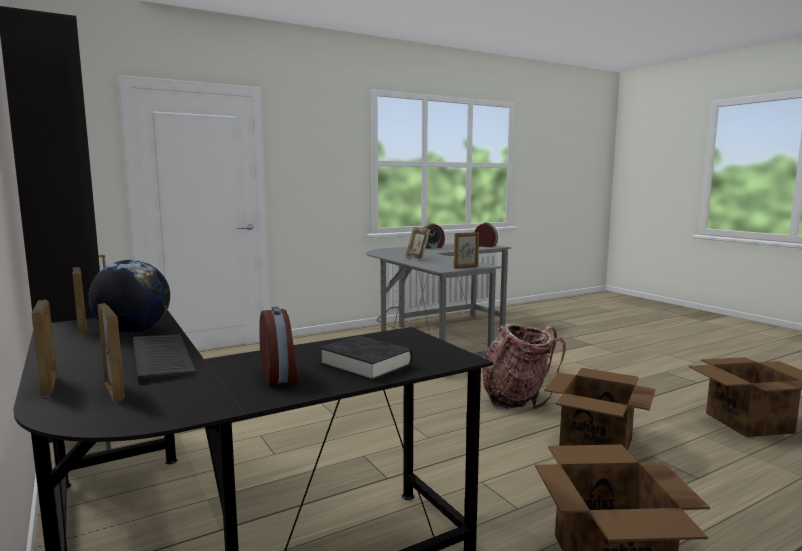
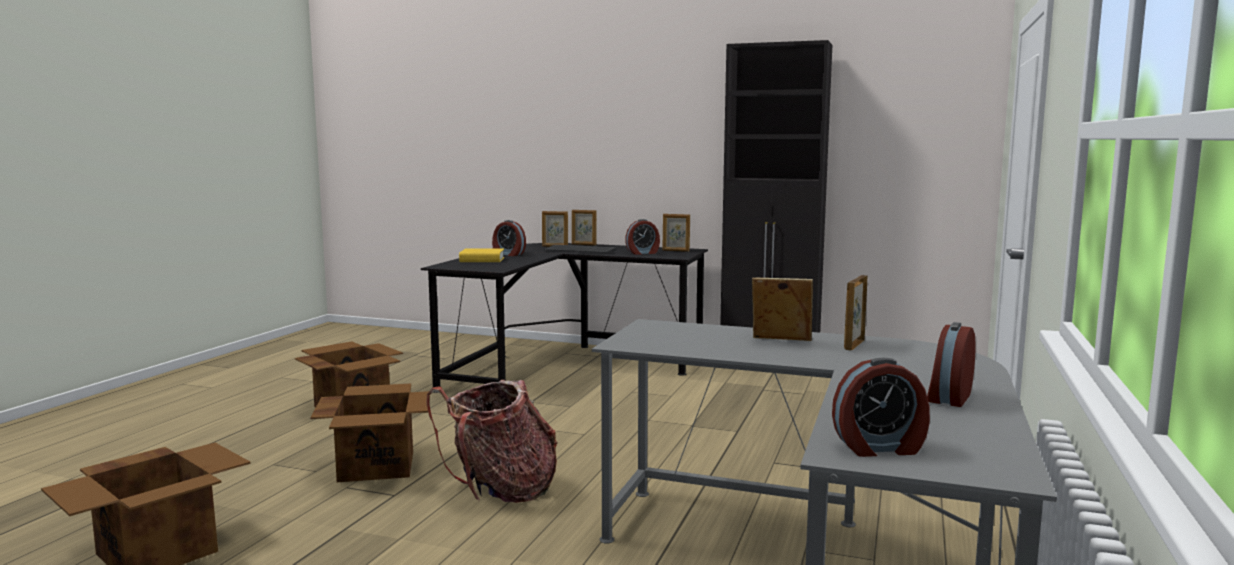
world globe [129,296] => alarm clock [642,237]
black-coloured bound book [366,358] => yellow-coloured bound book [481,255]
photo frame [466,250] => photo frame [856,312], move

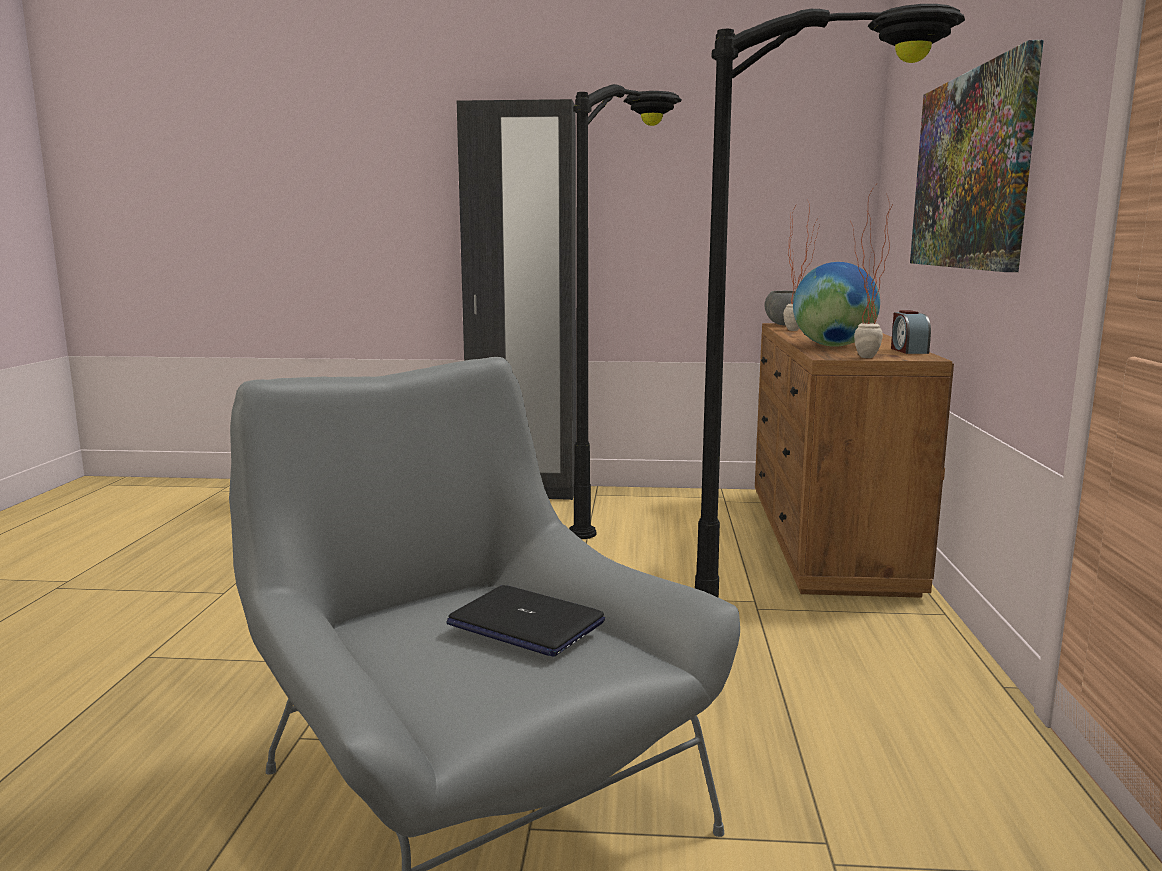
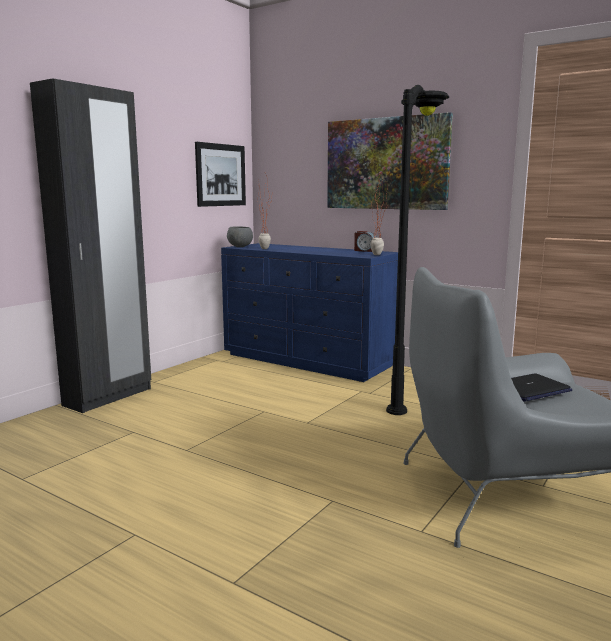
black-coloured standing lamp [625,311] => nothing
brown-coloured chest of drawers [854,460] => blue-coloured chest of drawers [309,312]
world globe [836,304] => nothing
nothing => wall art [220,174]

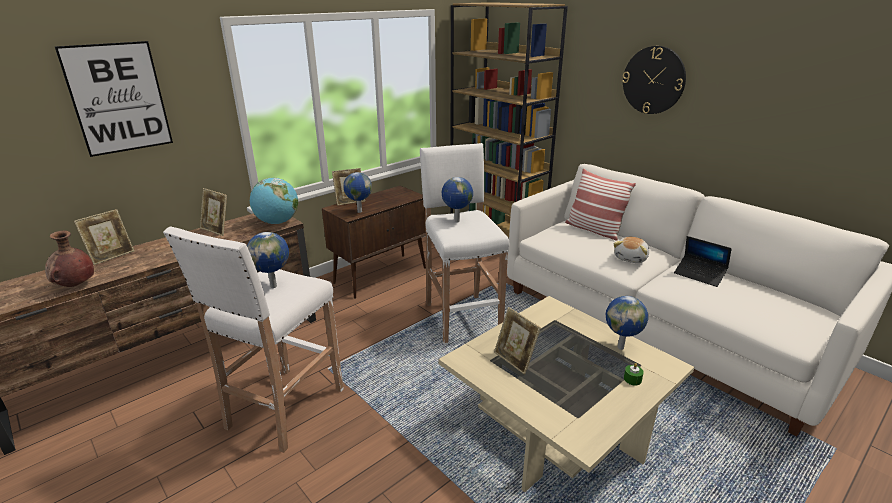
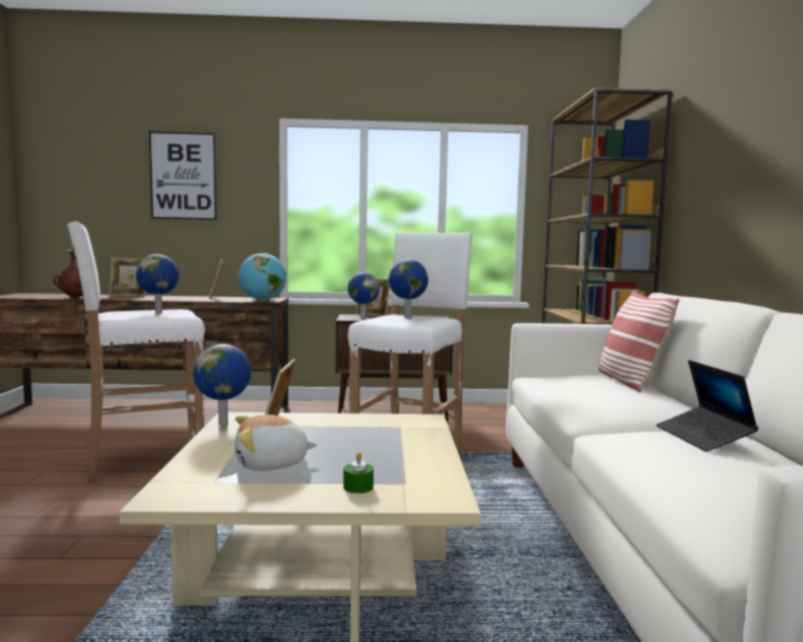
world globe [627,323] => world globe [222,385], move
soft toy [631,250] => soft toy [276,443], move
wall clock [654,80] => nothing

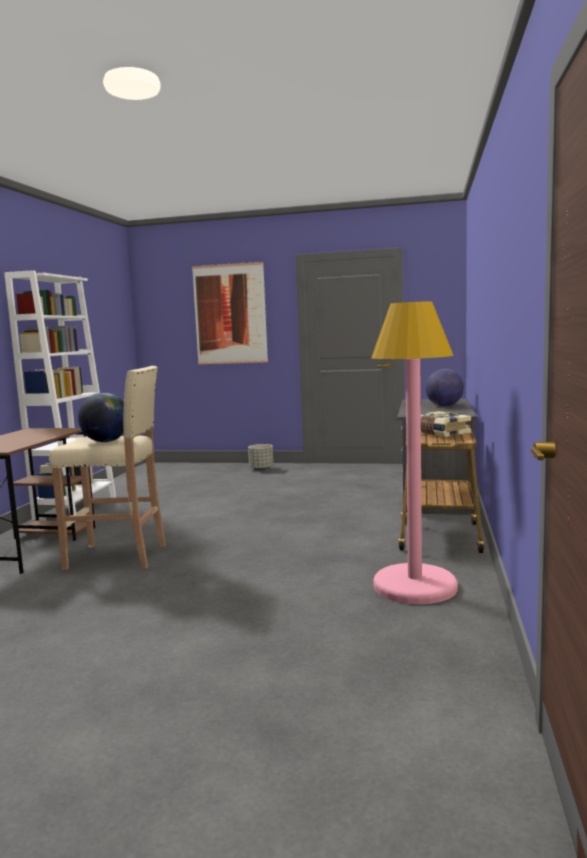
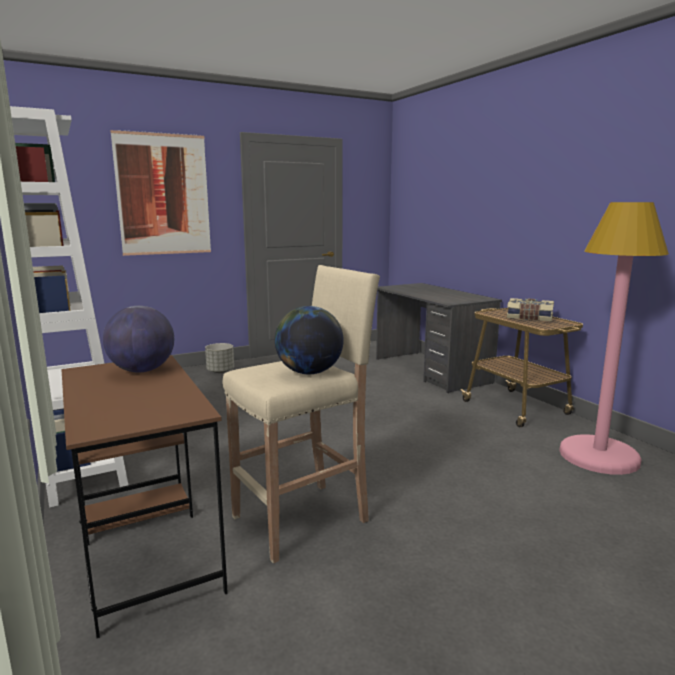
world globe [444,387] => world globe [138,339], move

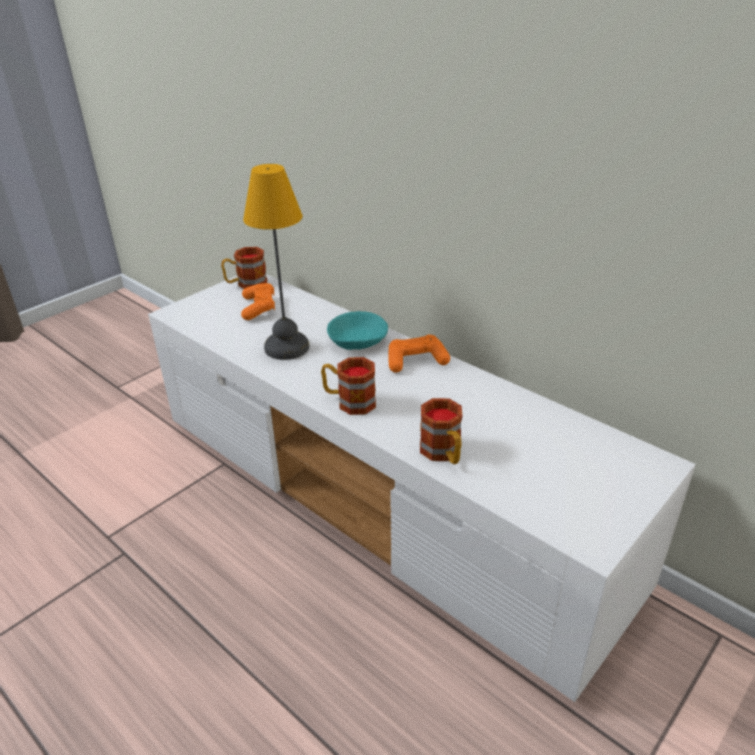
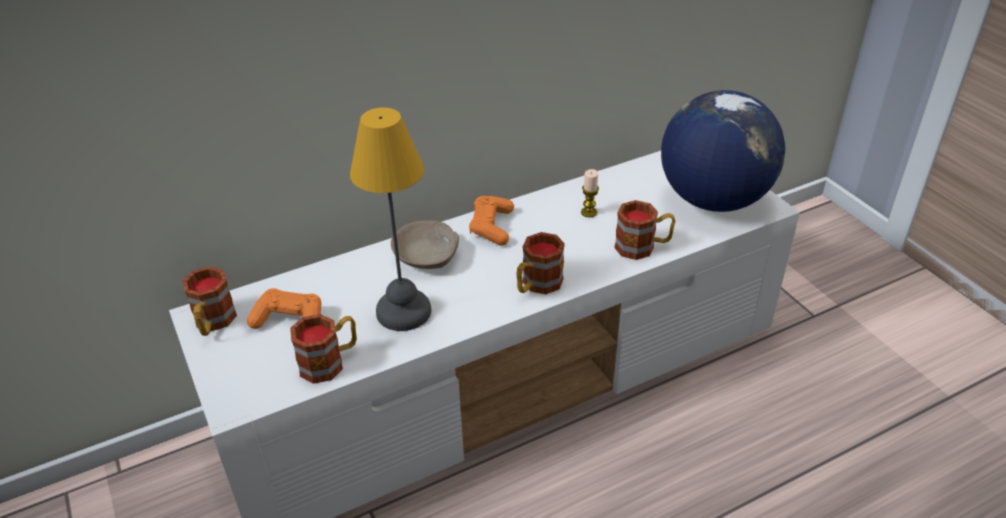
blue-green serving bowl [357,330] => sand-coloured serving bowl [425,244]
nothing => mug [323,349]
nothing => candle [590,193]
nothing => world globe [723,151]

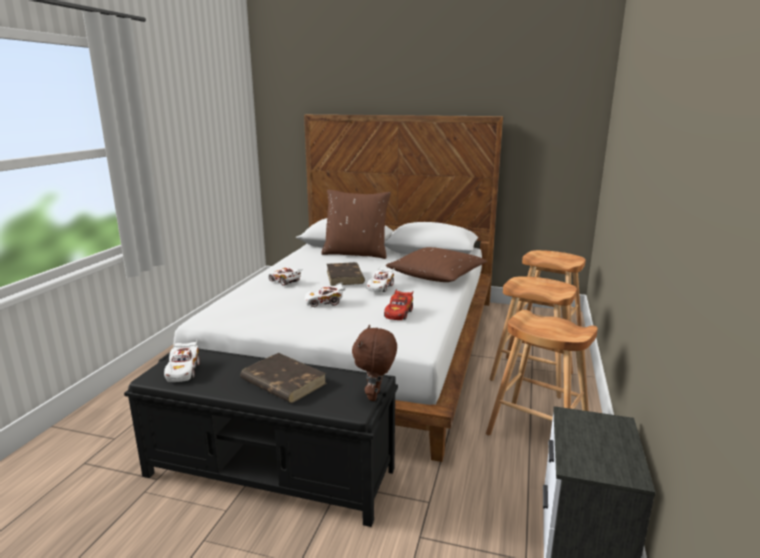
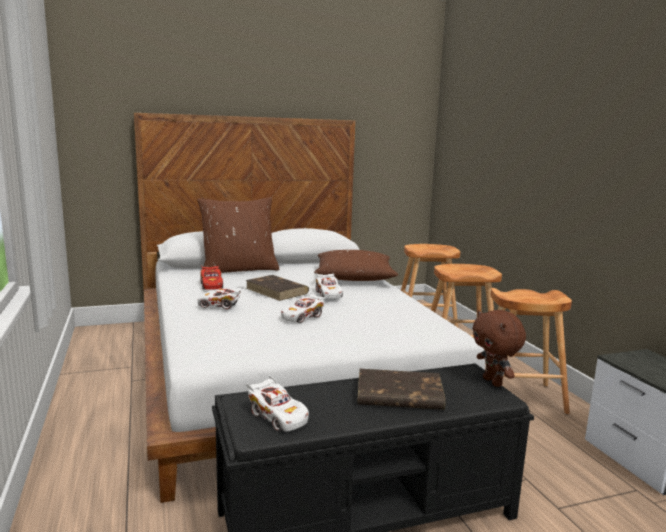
reddish model car [398,304] => reddish model car [211,278], move

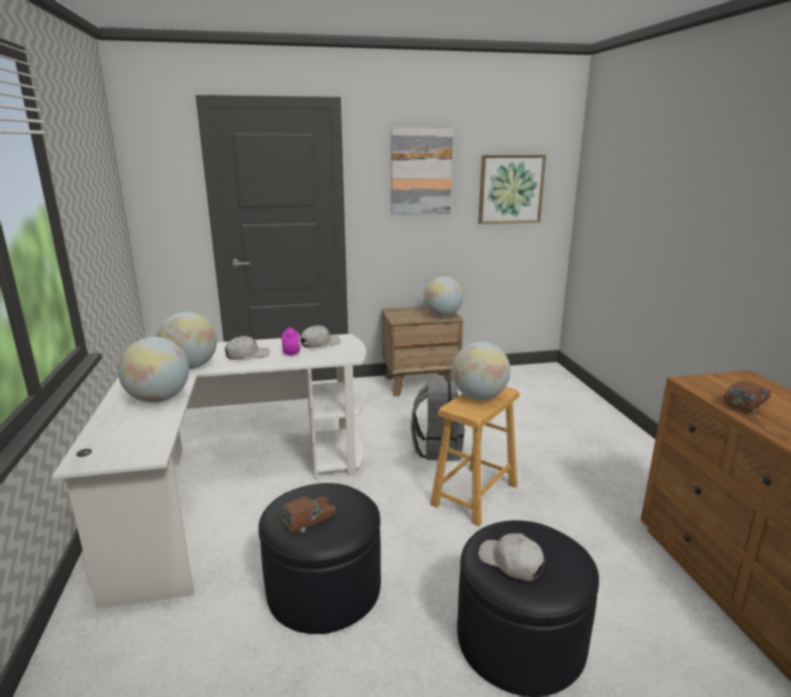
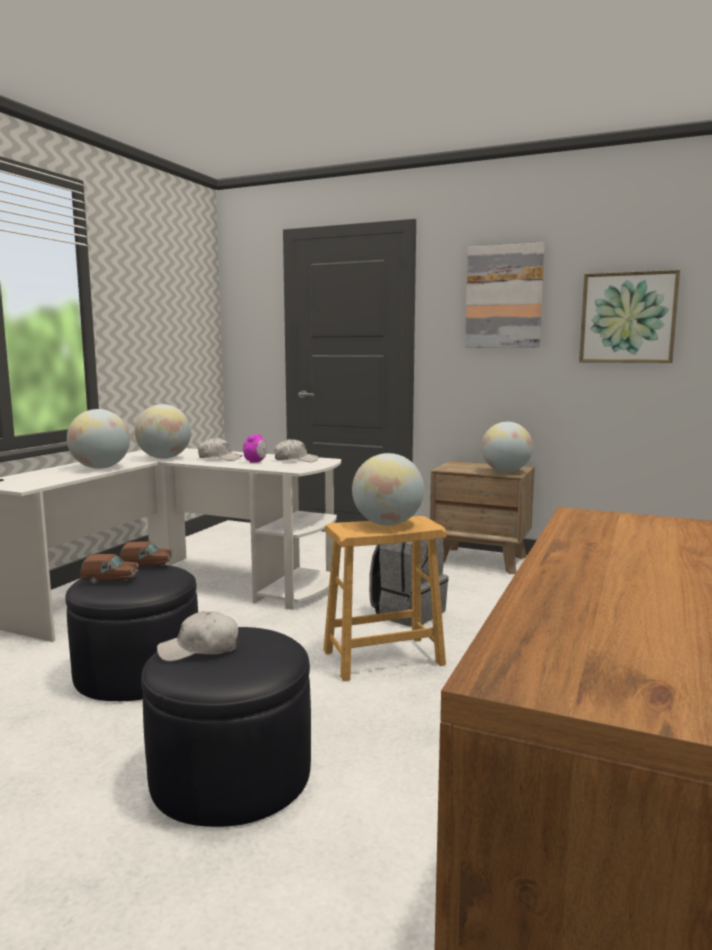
white-coloured baseball cap [511,557] => white-coloured baseball cap [197,636], 90 degrees counterclockwise
brown-coloured model car [747,397] => brown-coloured model car [146,553], move

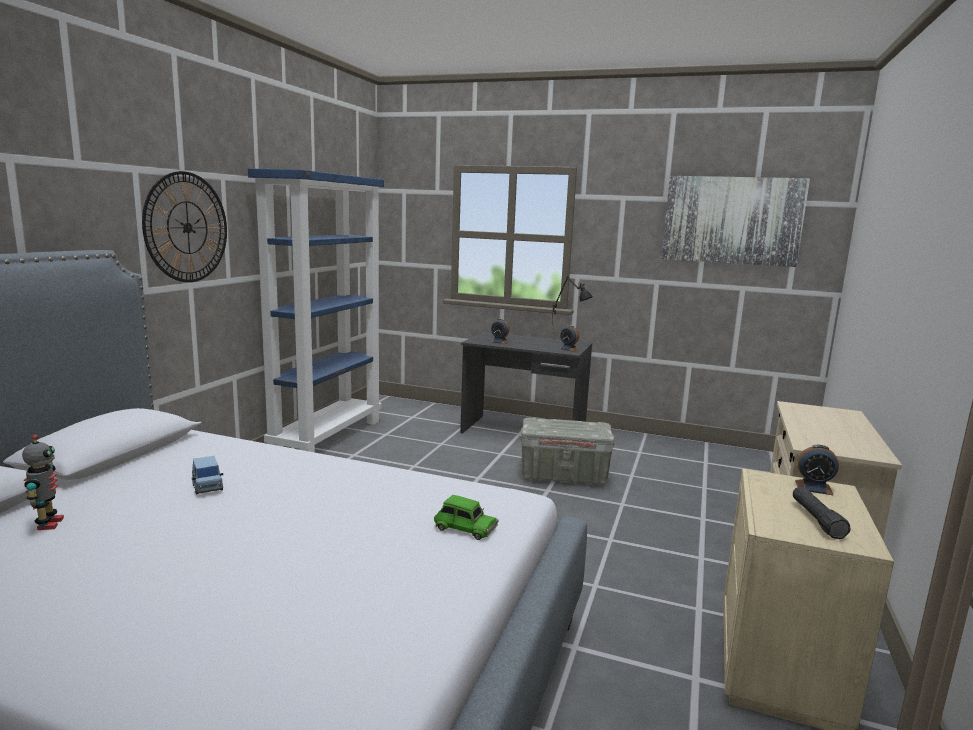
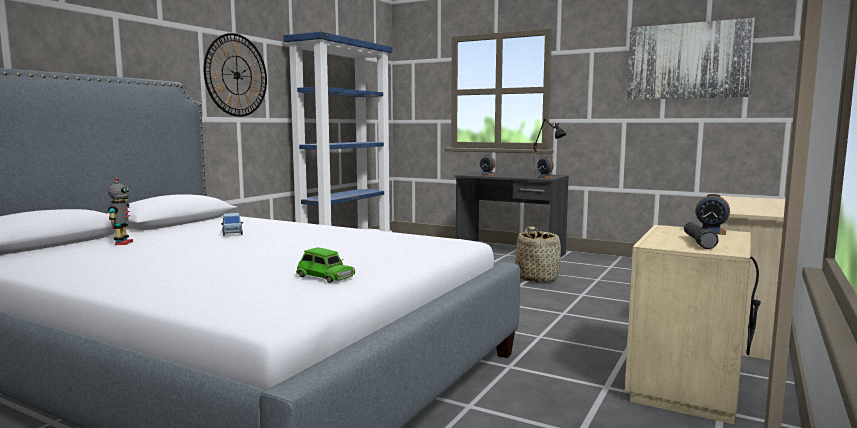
green-coloured model car [466,517] => green-coloured model car [325,265], move
greyish storage box [567,452] => household basket [538,255]

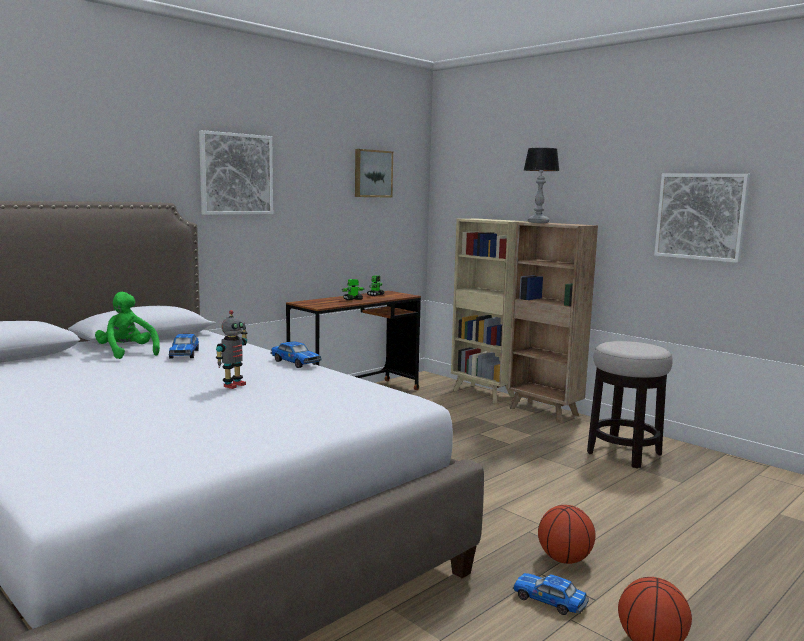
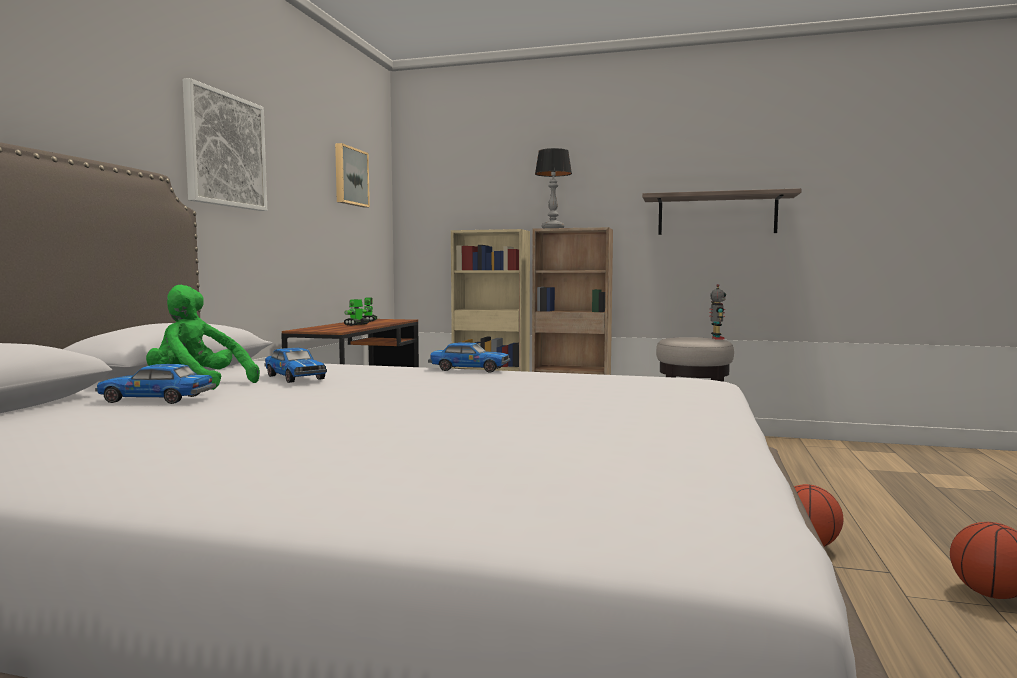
model robot [231,349] => model robot [717,312], move
model car [551,594] => model car [155,384], move
wall art [702,218] => shelf [722,211]

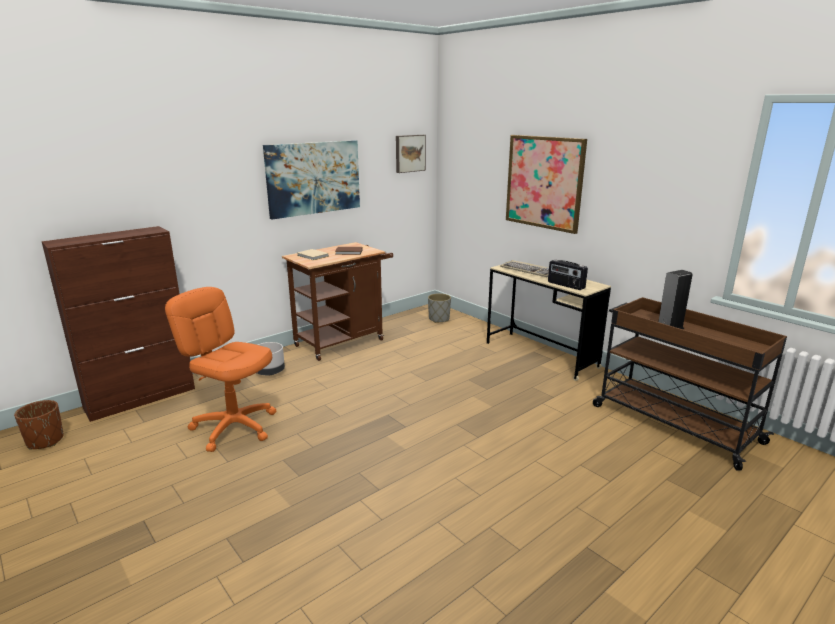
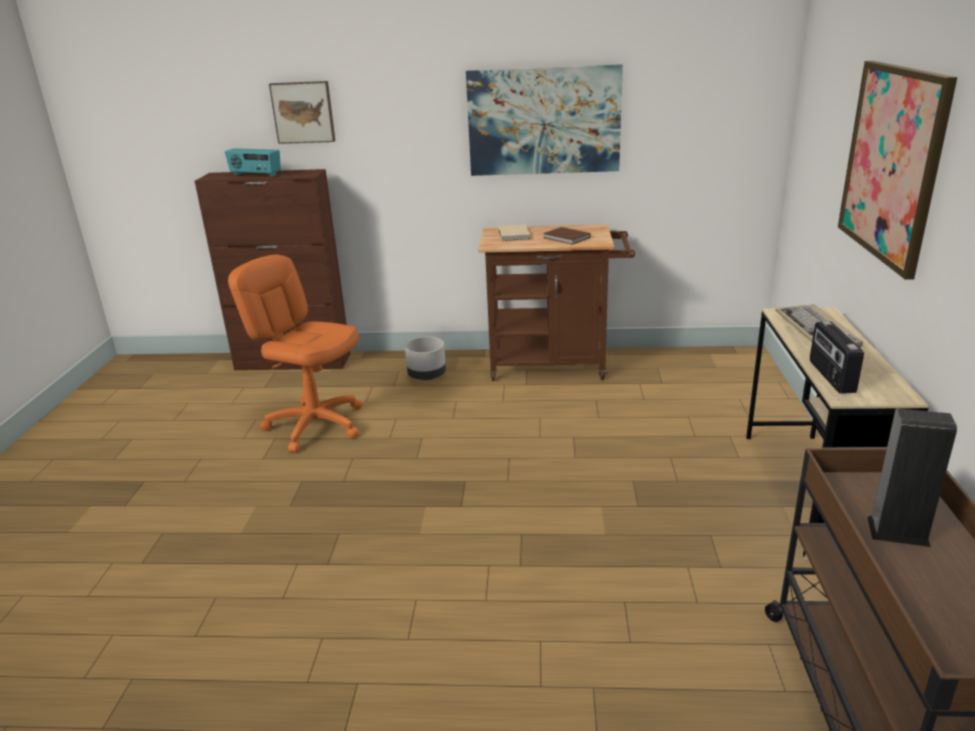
brown-coloured flower pot [39,424] => nothing
orangey office chair [220,369] => orangey office chair [295,354], 45 degrees counterclockwise
wall art [411,154] => wall art [302,112], move
greyish flower pot [439,308] => nothing
nothing => radio [253,162]

